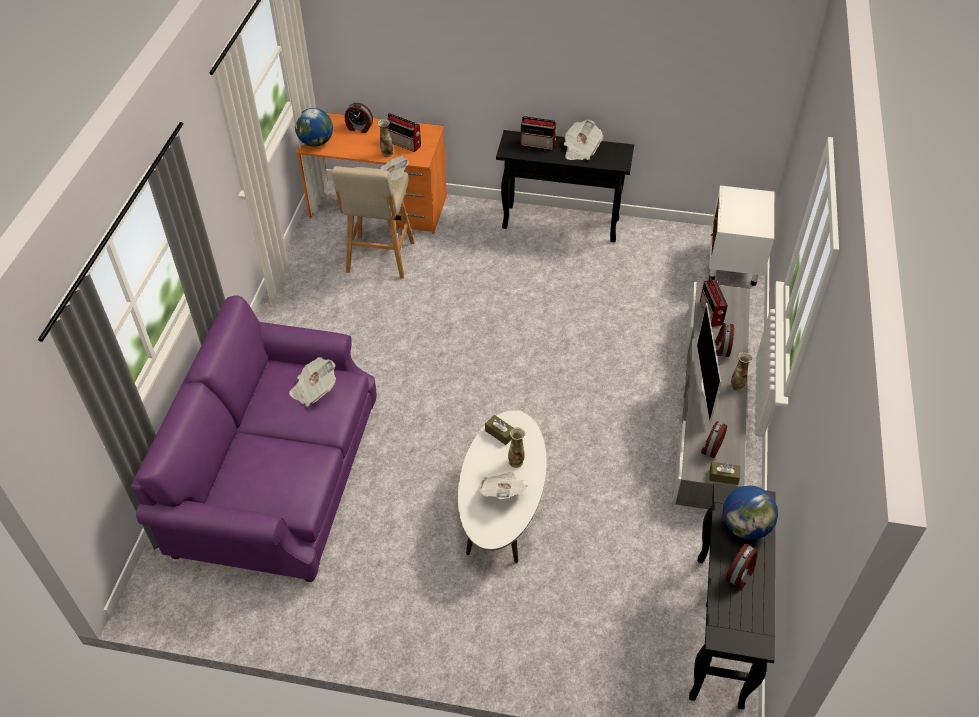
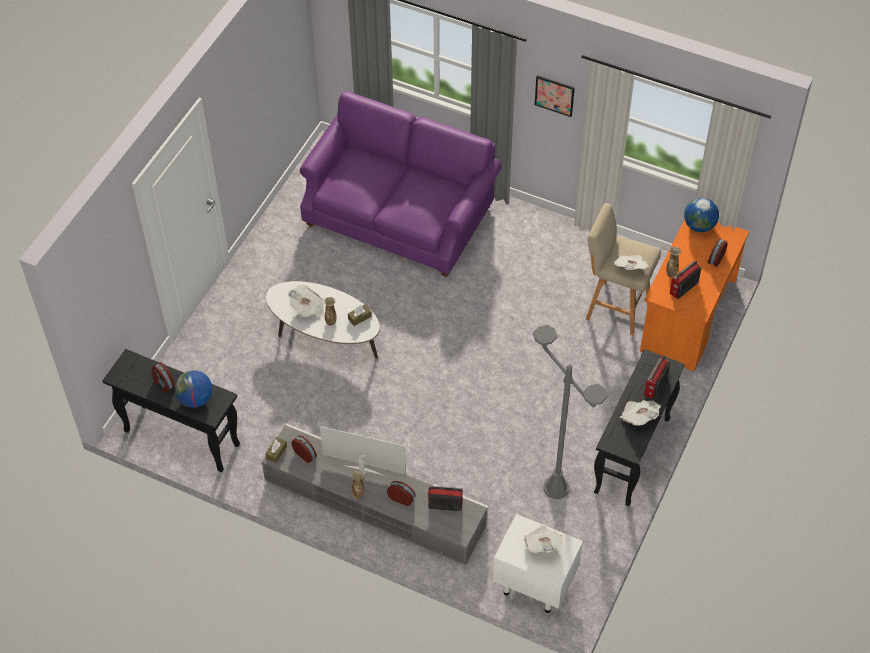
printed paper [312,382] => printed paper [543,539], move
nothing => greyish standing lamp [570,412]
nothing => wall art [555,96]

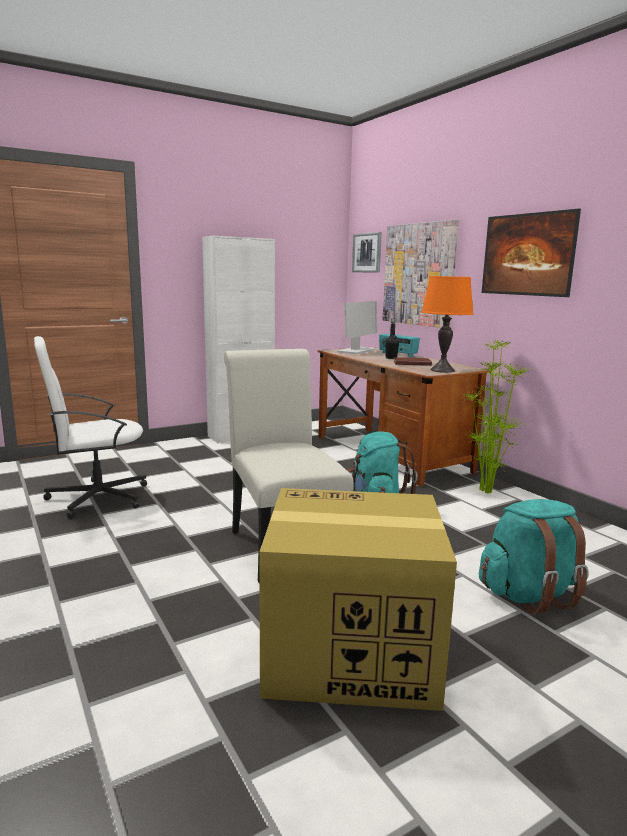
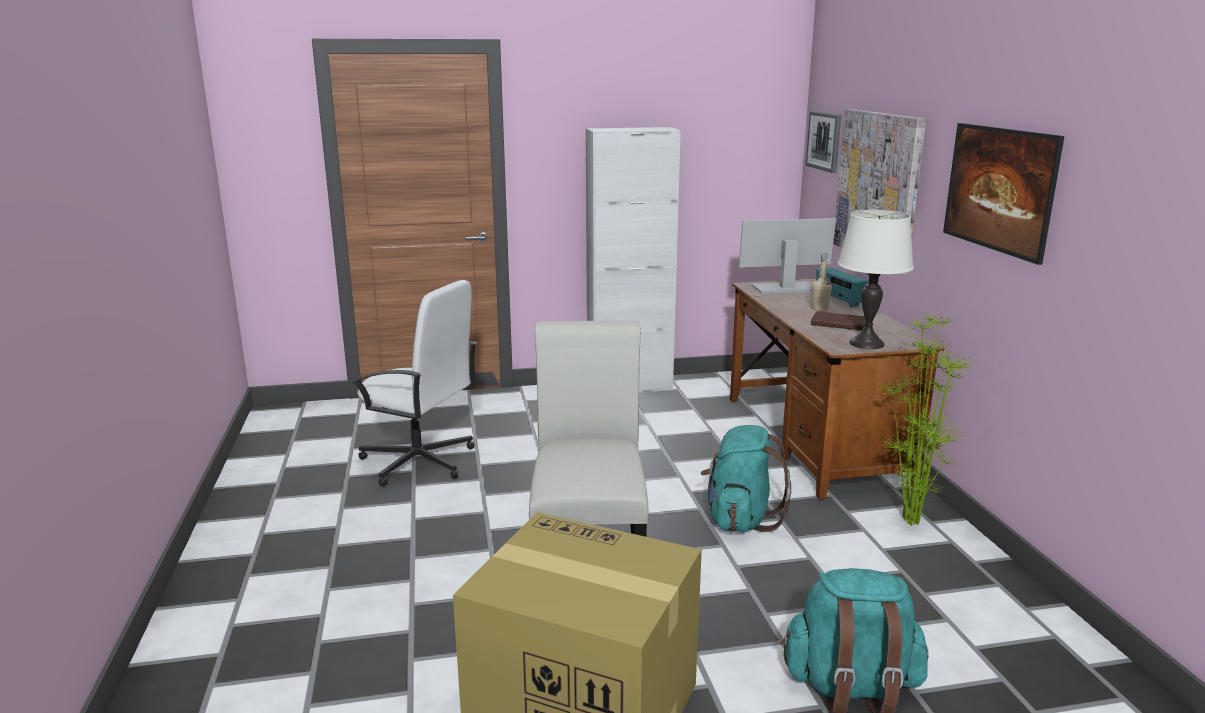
white-coloured office chair [90,427] => white-coloured office chair [414,383], 150 degrees counterclockwise
computer screen [357,327] => computer screen [787,256], 150 degrees counterclockwise
black-coloured beverage bottle [392,338] => sand-coloured beverage bottle [822,282]
orangey lamp for a table [447,324] => white-coloured lamp for a table [875,279]

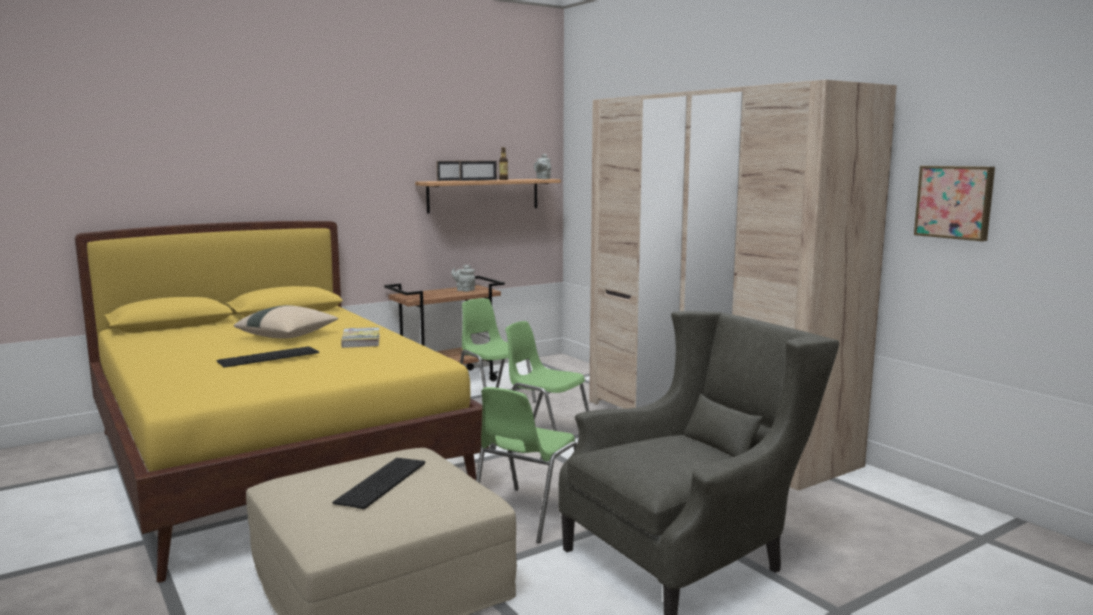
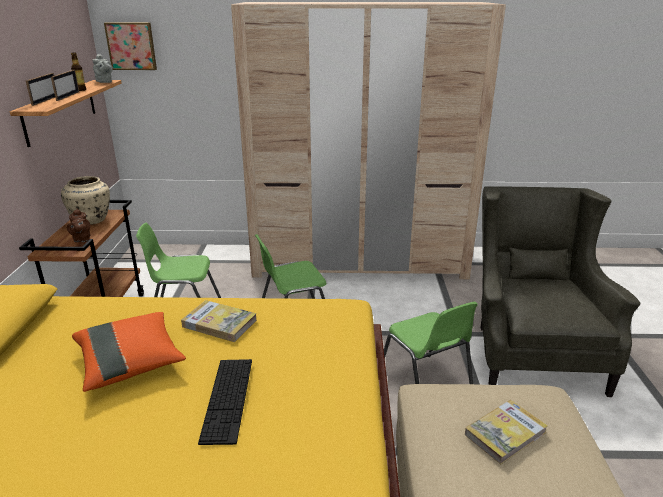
sand-coloured throw pillow [286,321] => orangey throw pillow [129,352]
computer keyboard [379,483] => bound book [506,432]
greyish pot for tea [463,278] => sand-coloured flower vase [85,200]
wall art [954,203] => wall art [130,46], move
nothing => brown-coloured pot for tea [78,225]

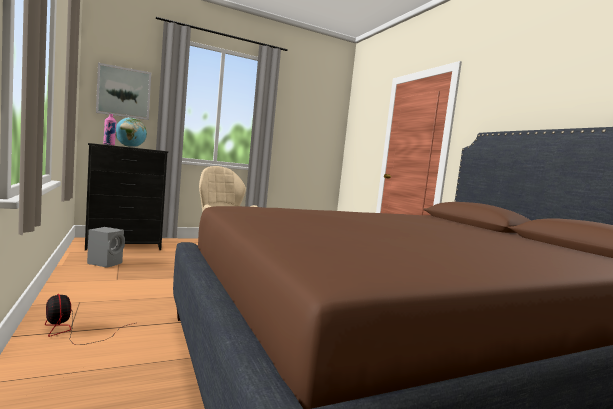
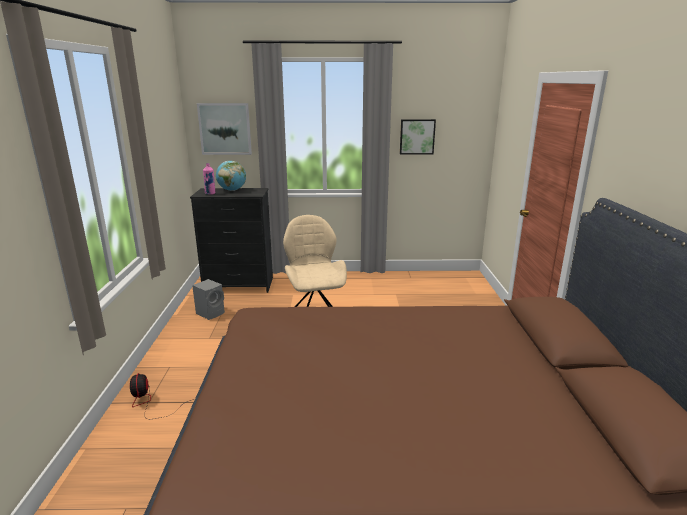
nothing => wall art [418,137]

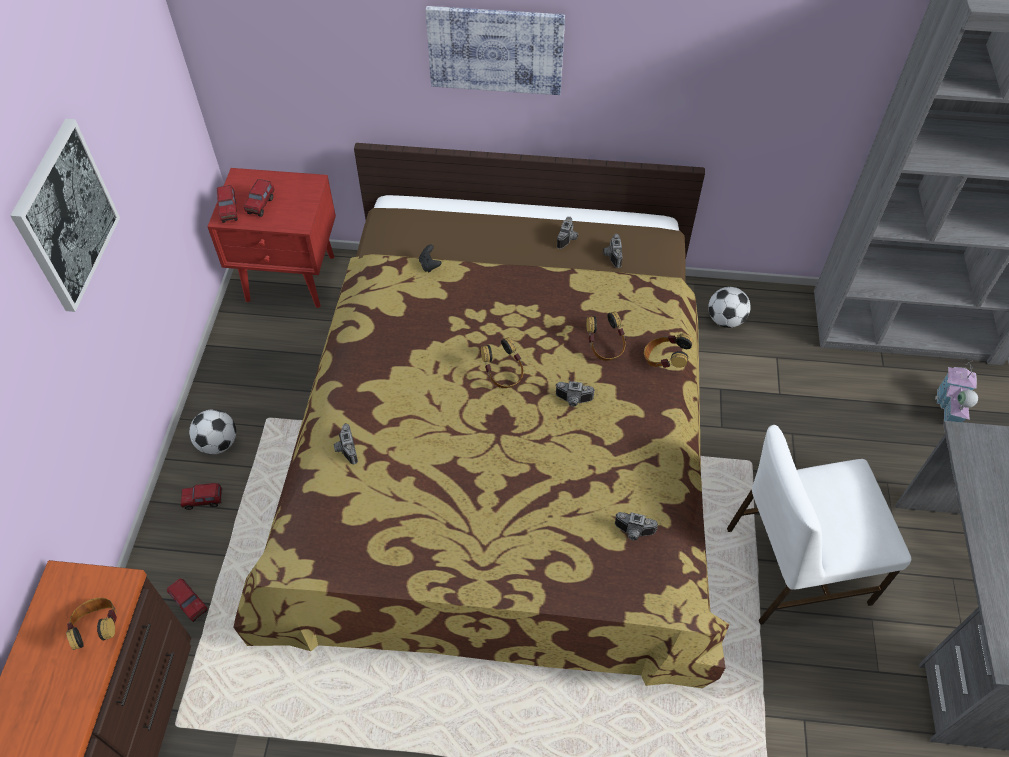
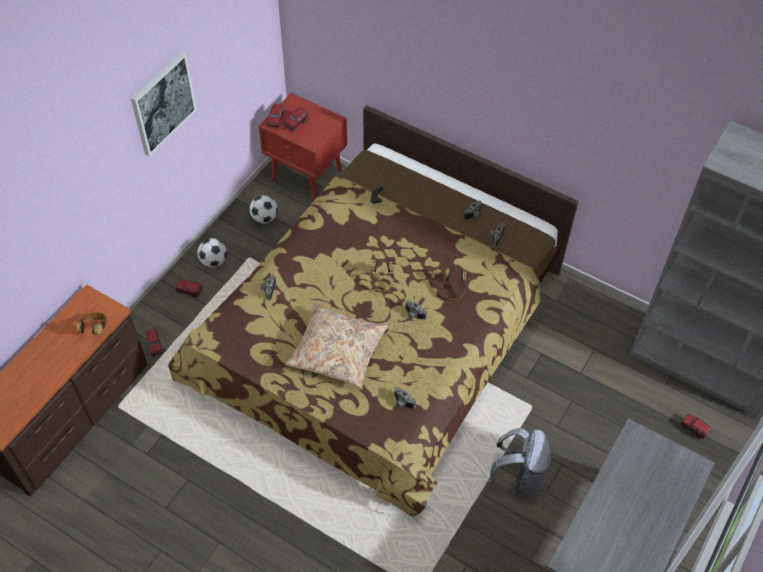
wall art [495,50] => nothing
headset [668,350] => nothing
football ball [729,307] => football ball [263,209], move
white-coloured plain chair [819,525] => greyish knapsack [521,463]
model house [956,392] => toy truck [696,426]
nothing => sand-coloured throw pillow [336,346]

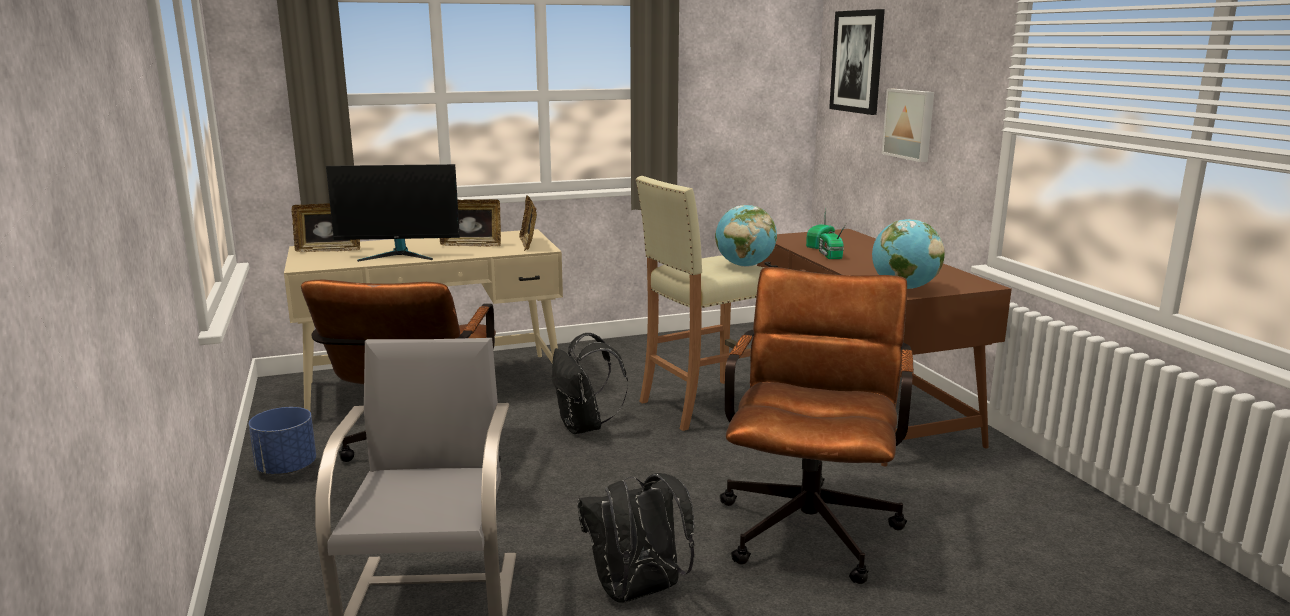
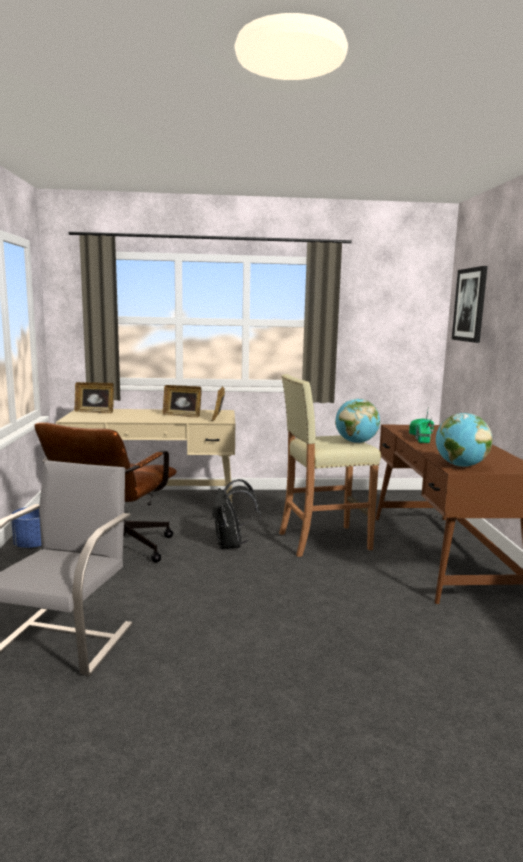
computer screen [393,213] => nothing
black-coloured knapsack [636,538] => nothing
brown-coloured office chair [816,425] => nothing
wall art [908,125] => nothing

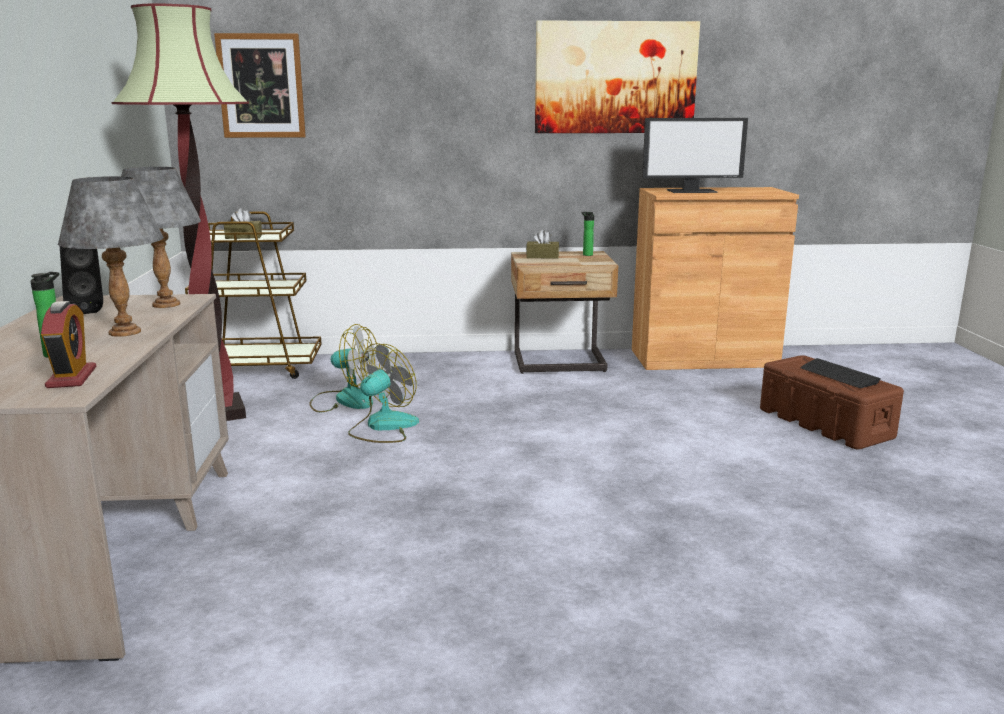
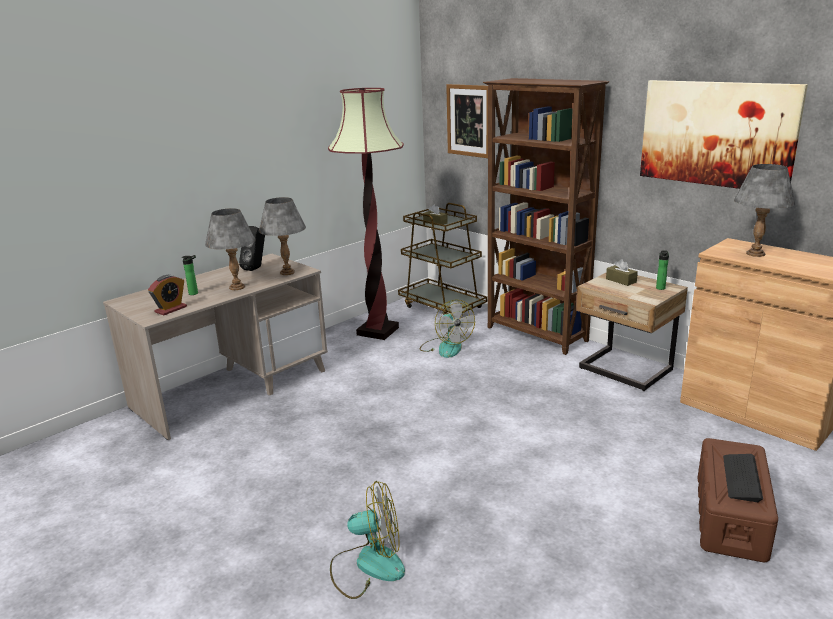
fan [383,393] => fan [367,540], move
computer screen [695,155] => greyish lamp for a table [764,210]
nothing => brown-coloured bookcase [546,216]

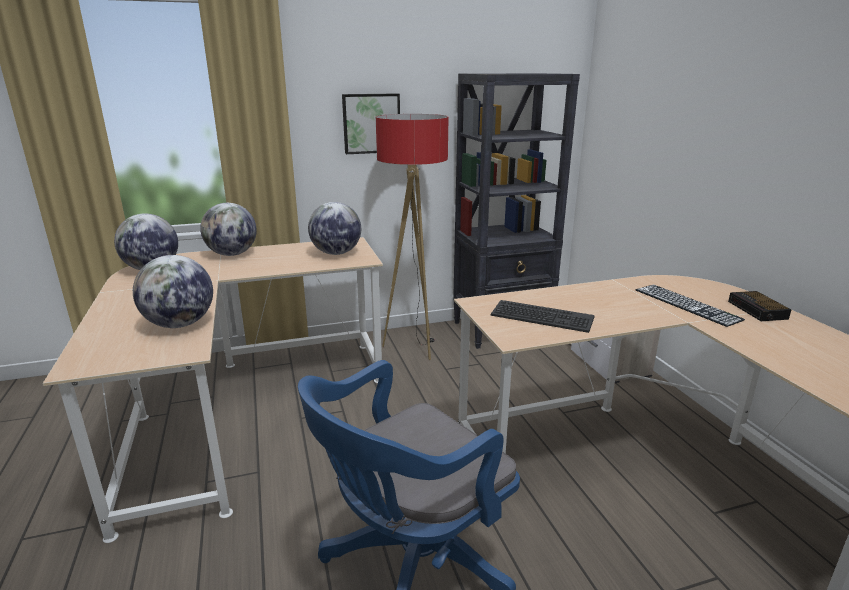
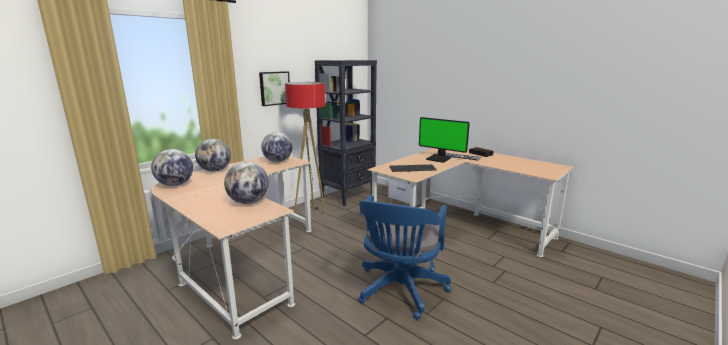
nothing => computer screen [444,140]

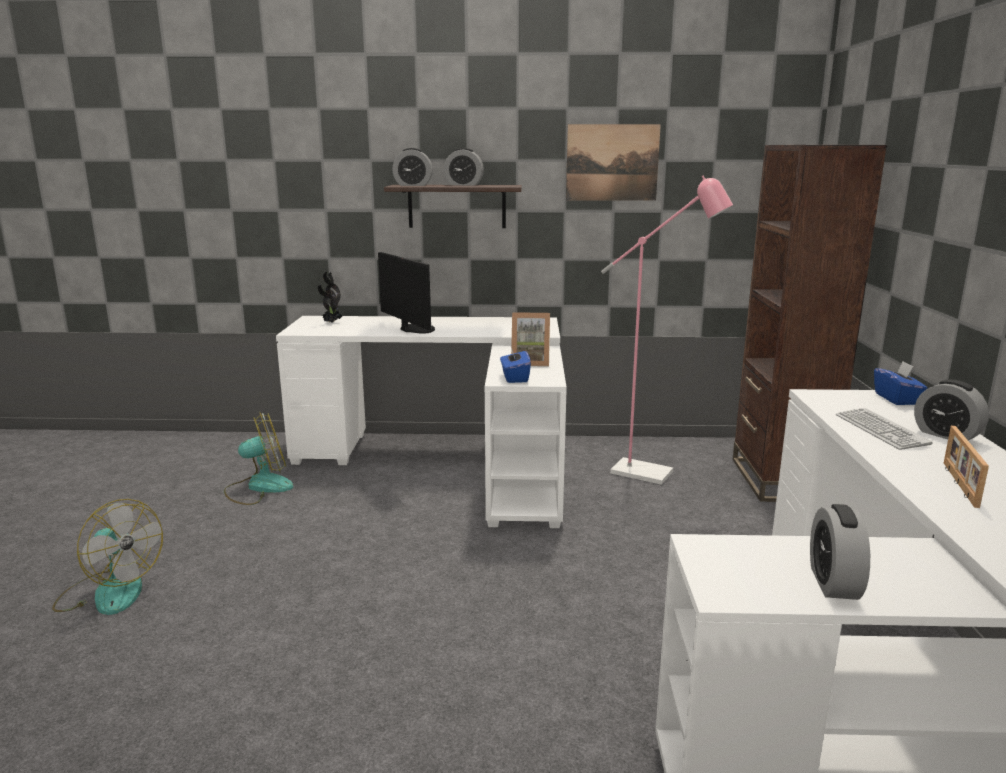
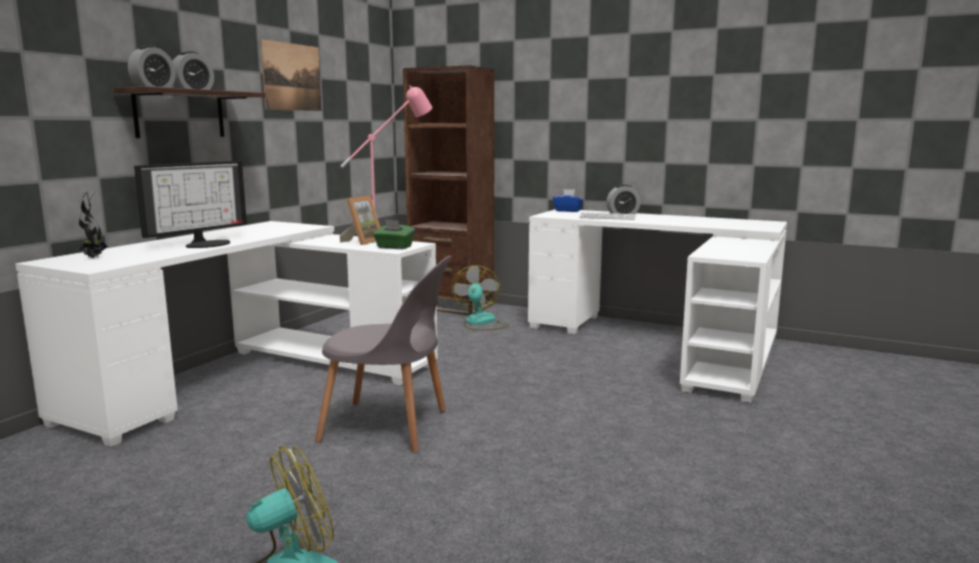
fan [258,459] => fan [480,298], move
computer screen [406,293] => computer screen [190,204], 135 degrees clockwise
blue-coloured tissue holder [515,365] => green-coloured tissue holder [394,234]
alarm clock [840,552] => nothing
photo frame [966,467] => nothing
nothing => greyish plain chair [383,354]

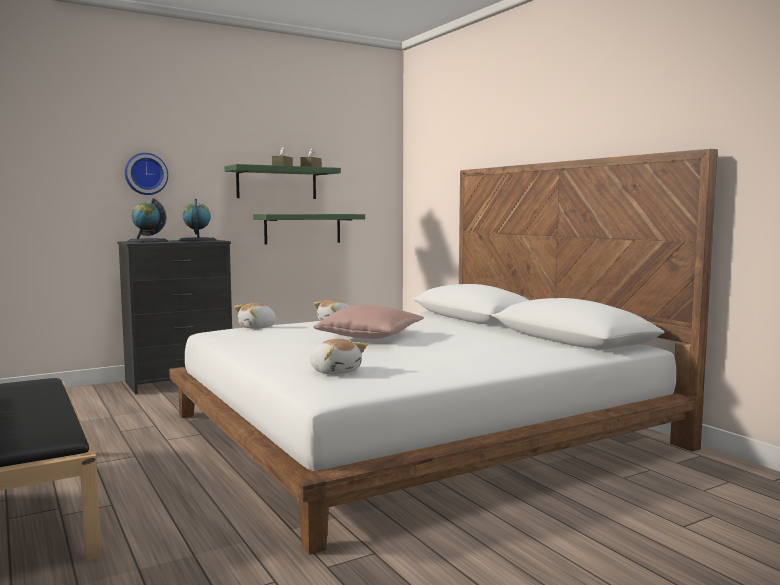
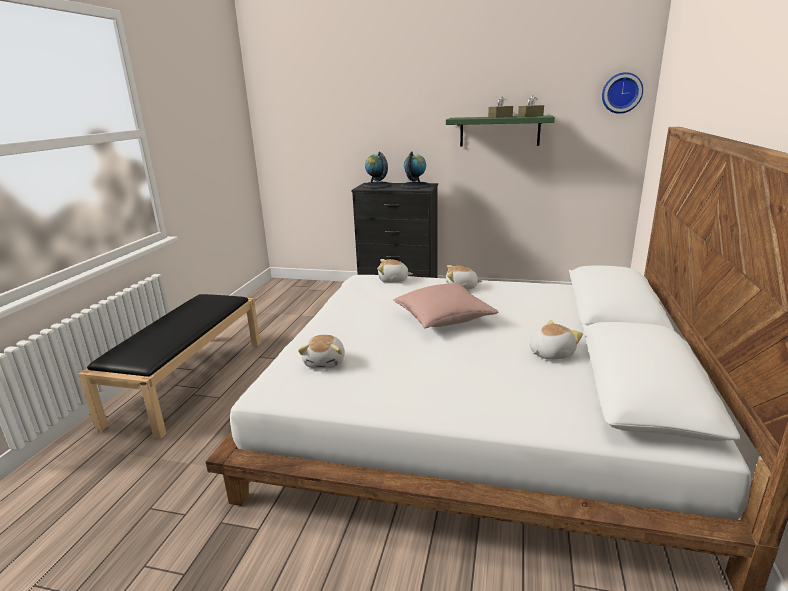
wall clock [146,174] => wall clock [622,93], move
green-coloured shelf [309,229] => nothing
nothing => soft toy [556,340]

